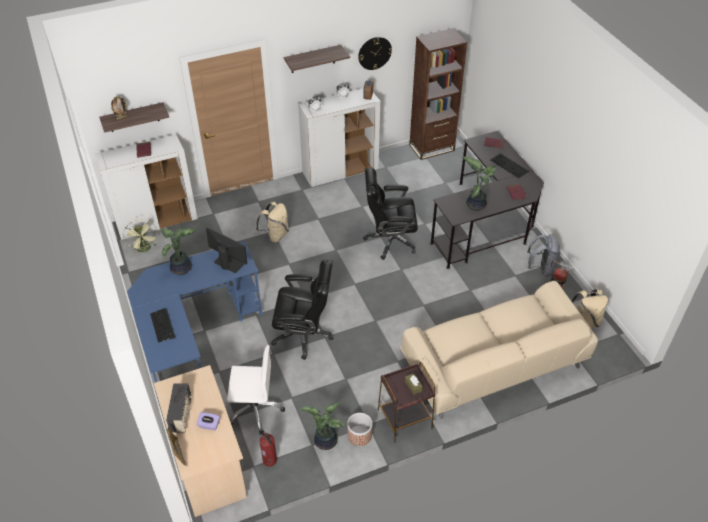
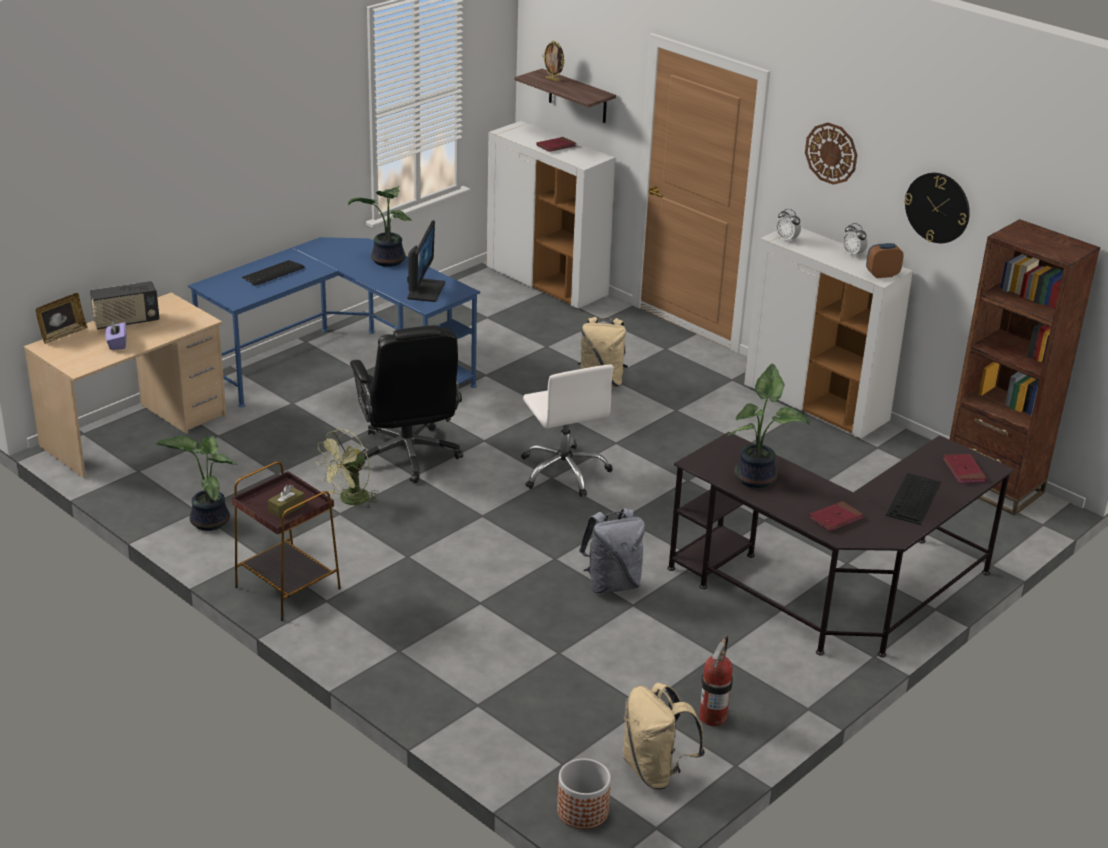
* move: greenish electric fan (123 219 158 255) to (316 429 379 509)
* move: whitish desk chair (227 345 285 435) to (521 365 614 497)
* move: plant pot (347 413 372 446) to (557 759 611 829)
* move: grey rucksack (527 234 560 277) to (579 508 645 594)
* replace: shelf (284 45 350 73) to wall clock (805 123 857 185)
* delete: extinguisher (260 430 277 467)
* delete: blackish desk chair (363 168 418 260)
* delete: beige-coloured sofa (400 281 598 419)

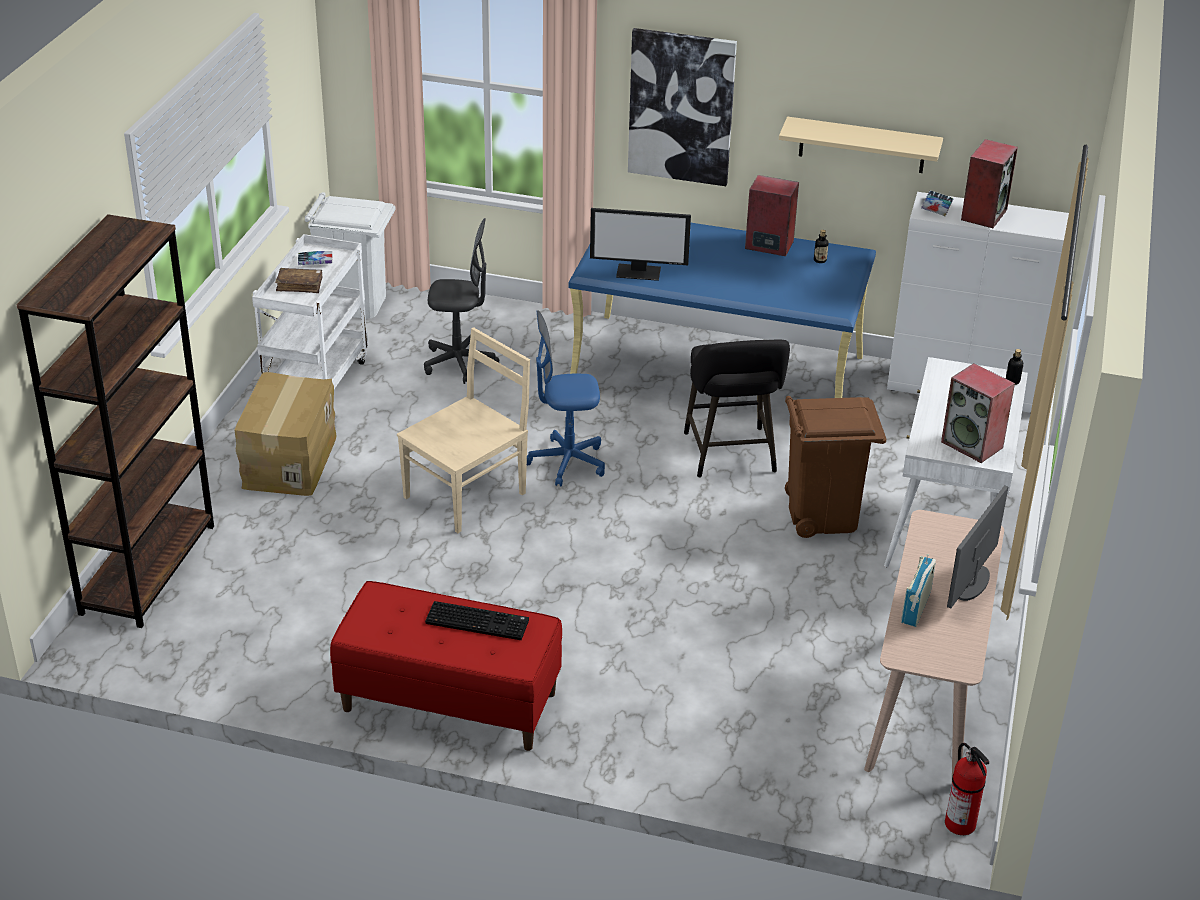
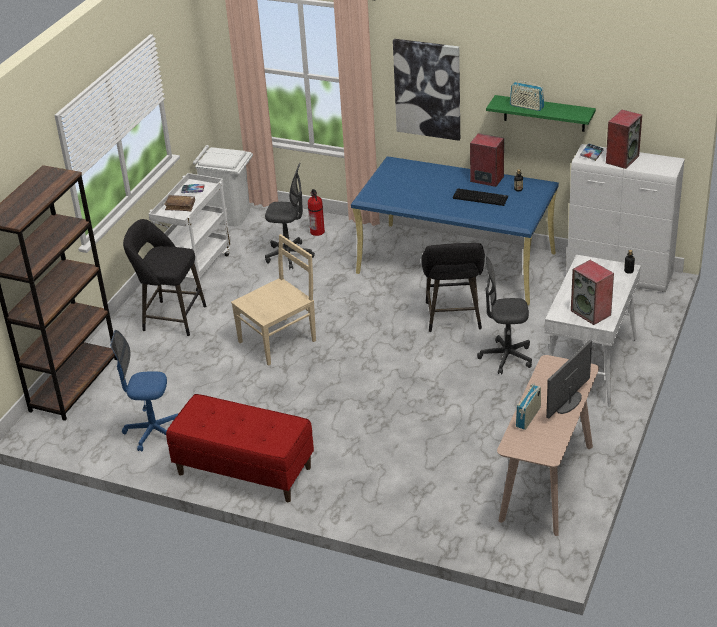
* move: blue-coloured desk chair (527 310 605 486) to (110 330 178 452)
* replace: packing box (235 372 337 496) to blackish sitting stool (123 219 206 336)
* move: extinguisher (945 743 989 835) to (308 189 325 236)
* move: keyboard (425 601 529 640) to (453 188 508 206)
* replace: brownish rubbish bin (785 396 886 538) to grey desk chair (477 257 532 374)
* recolor: beige-coloured shelf (779 116 943 173) to greenish shelf (486 95 596 132)
* insert: radio (510 79 544 111)
* delete: computer screen (590 208 691 281)

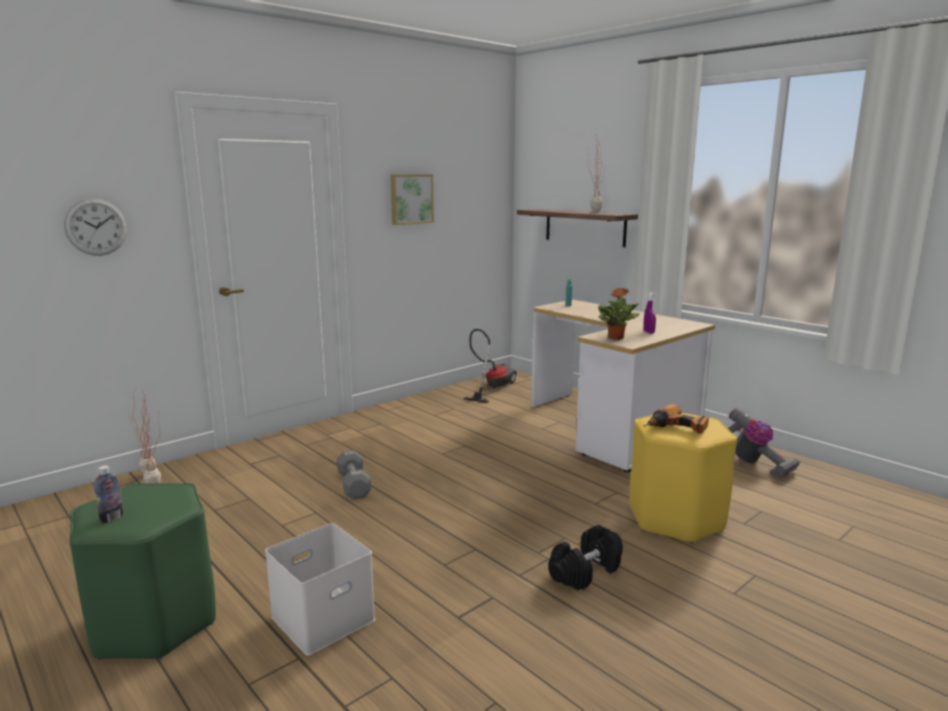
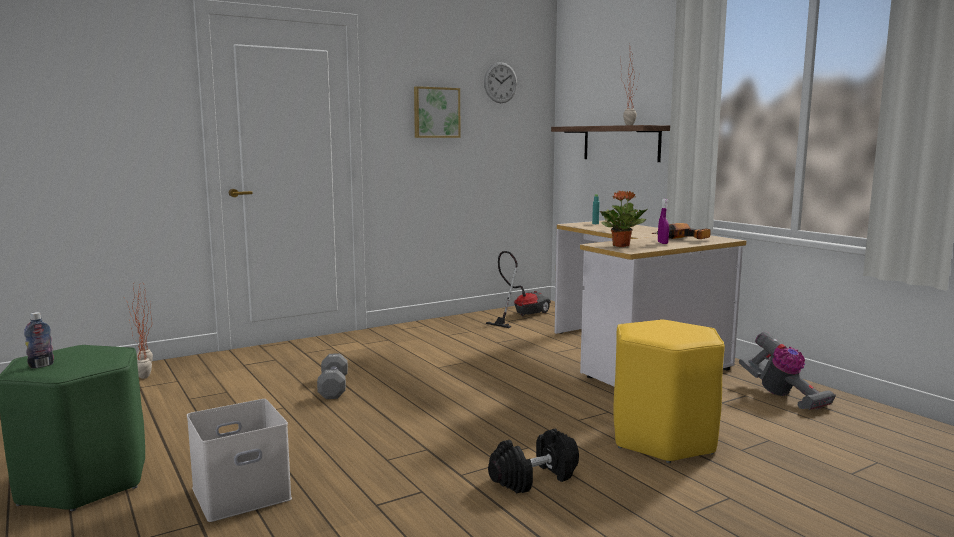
* move: wall clock (64 198 127 256) to (484 62 517 103)
* move: power drill (643 404 709 434) to (652 223 711 239)

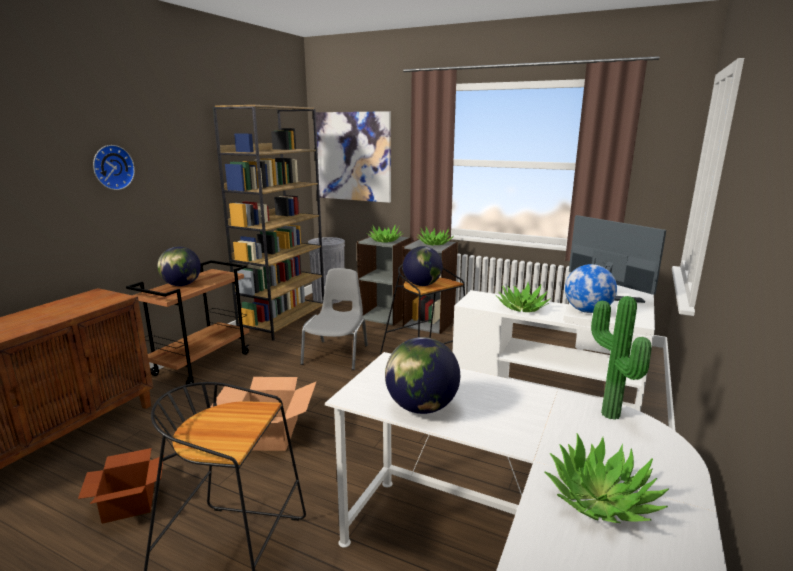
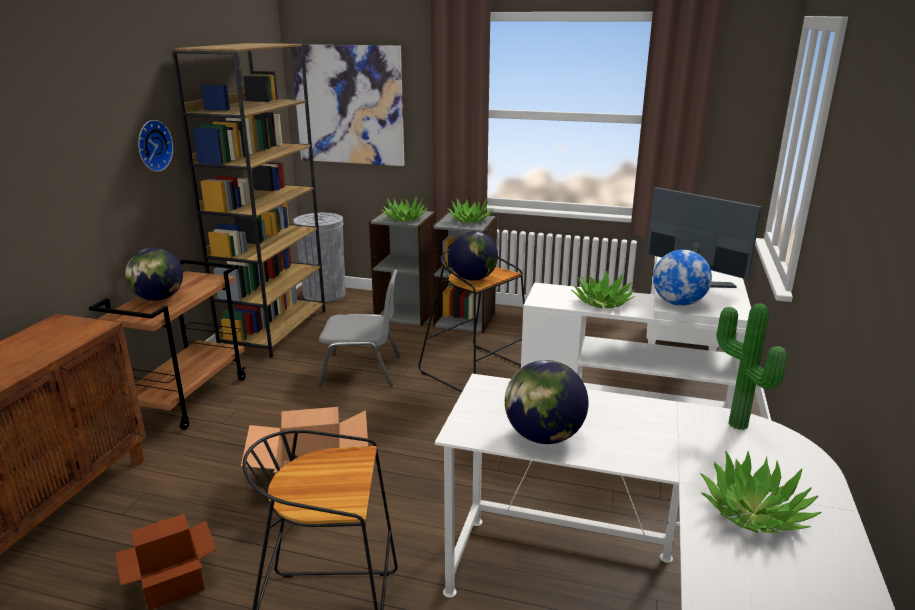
* move: wall clock (93 145 135 190) to (138 120 173 172)
* rotate: grey plain chair (300 268 368 370) = (318 269 400 386) 90 degrees clockwise

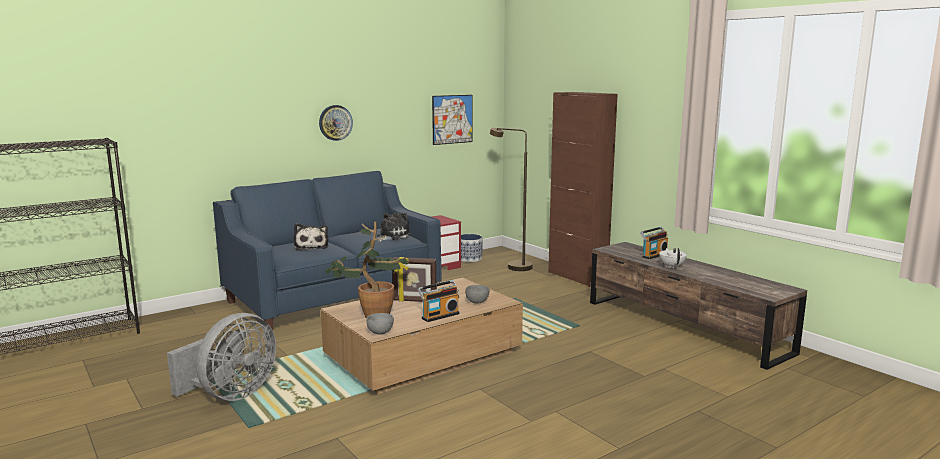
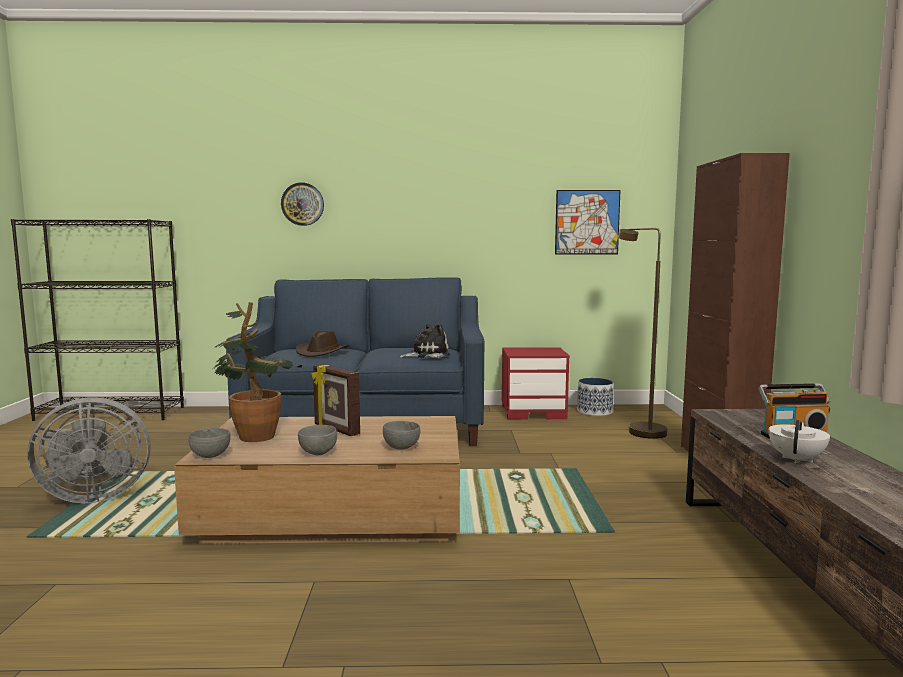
* move: wall clock (319 105 353 141) to (281 182 324 226)
* replace: cuddly toy (294 223 329 251) to brownish wearable hat (296 331 350 357)
* replace: radio (418 280 460 322) to grey bowl (298 425 337 455)

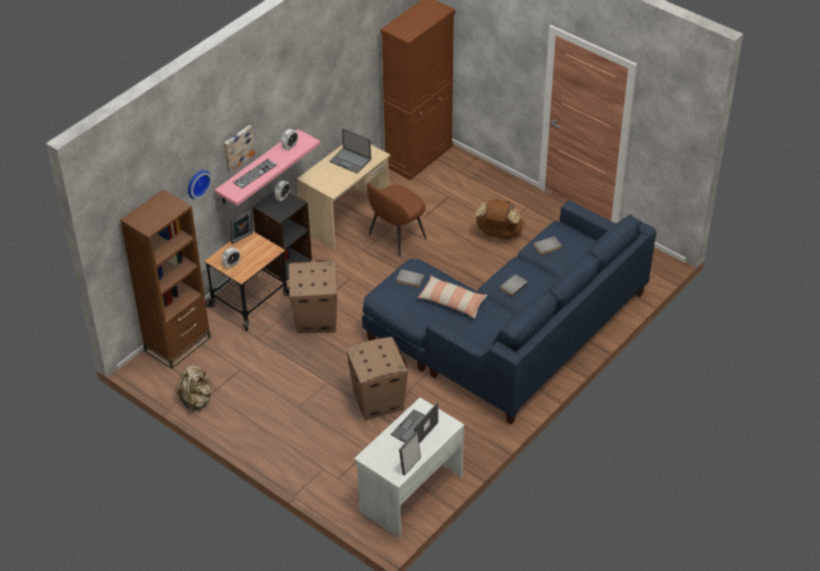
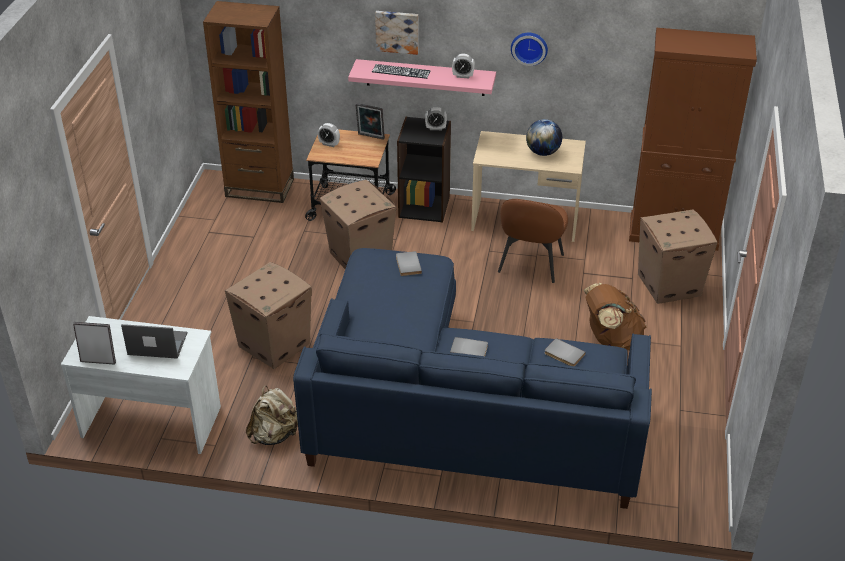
* move: beige-coloured rucksack (175 366 211 412) to (246 385 298 445)
* rotate: brownish plain chair (367 182 426 256) = (498 199 568 283) 90 degrees counterclockwise
* move: wall clock (188 170 212 199) to (511 33 548 66)
* replace: laptop (329 128 371 173) to world globe (526 119 562 156)
* insert: packing box (638 209 717 304)
* delete: pillow (418 275 488 319)

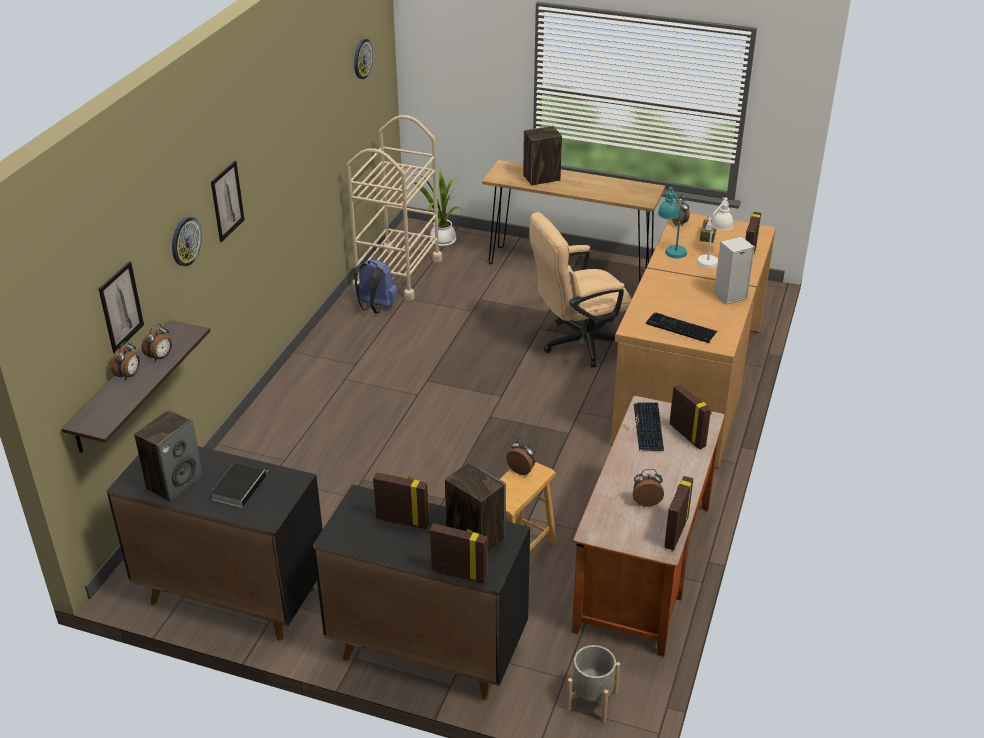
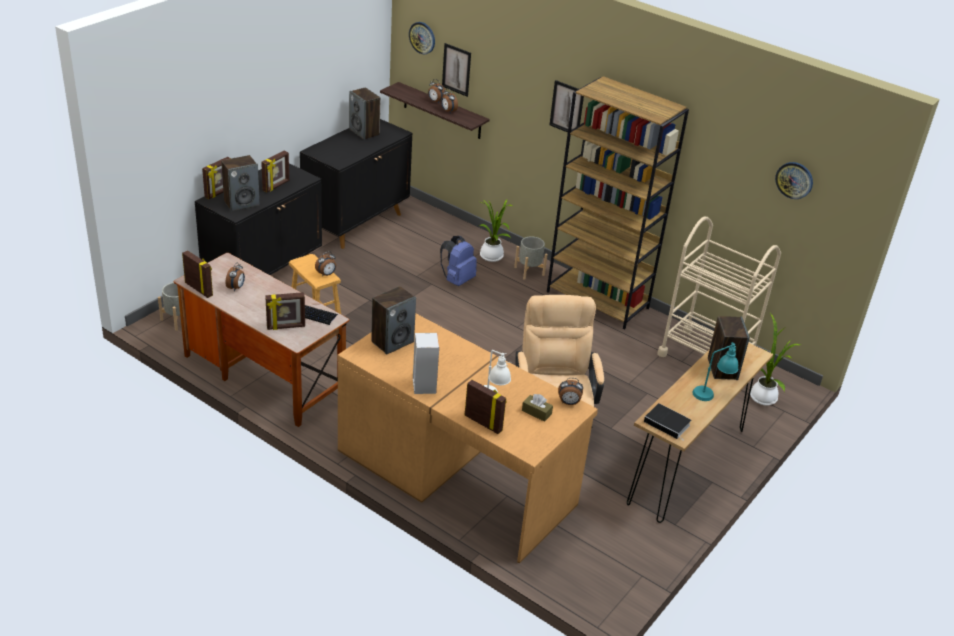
* replace: keyboard (646 312 718 343) to audio speaker (371 286 416 355)
* move: wall clock (172 217 202 267) to (409 22 435 54)
* move: blue-coloured rucksack (354 260 398 313) to (440 236 477 286)
* insert: potted plant (479 198 512 262)
* insert: grey plant pot (514 236 548 280)
* insert: brownish shelving unit (547 76 689 329)
* move: bound book (211 463 267 508) to (644 403 691 442)
* move: blue-green table lamp (658 187 687 259) to (693 342 738 401)

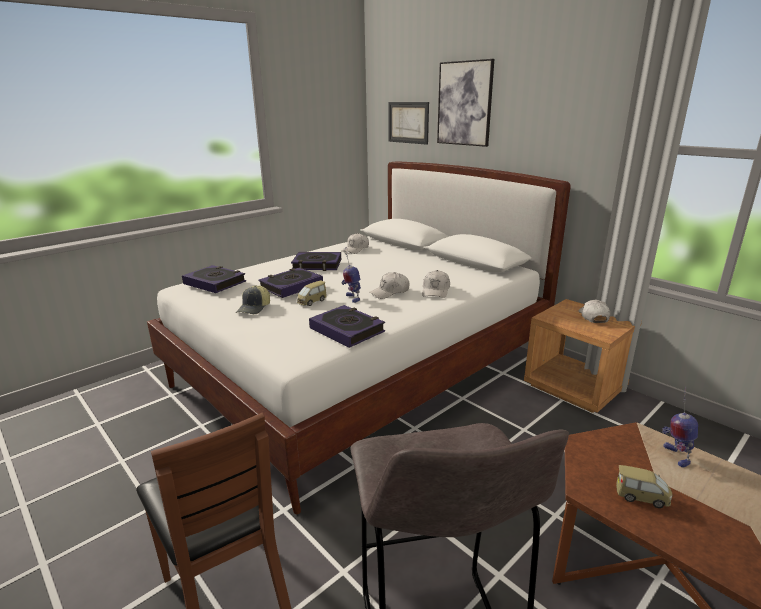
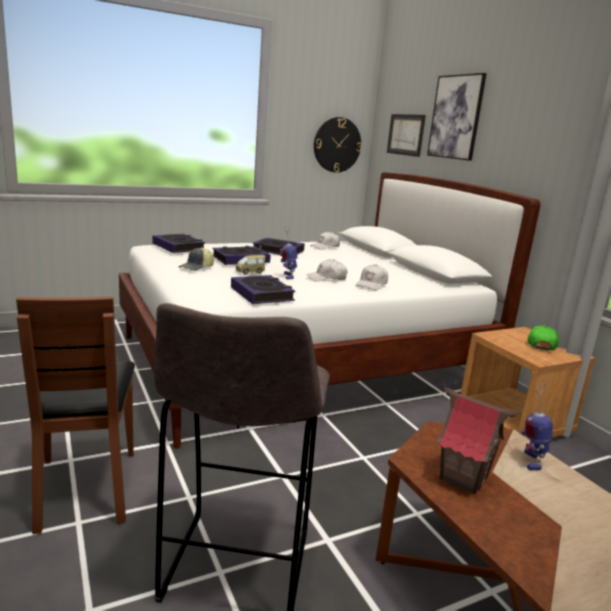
* insert: wall clock (314 117 362 173)
* replace: model car (616 465 673 508) to toy house (437 387 518 495)
* recolor: whitish peaked cap (579 300 610 323) to greenish peaked cap (527 326 559 351)

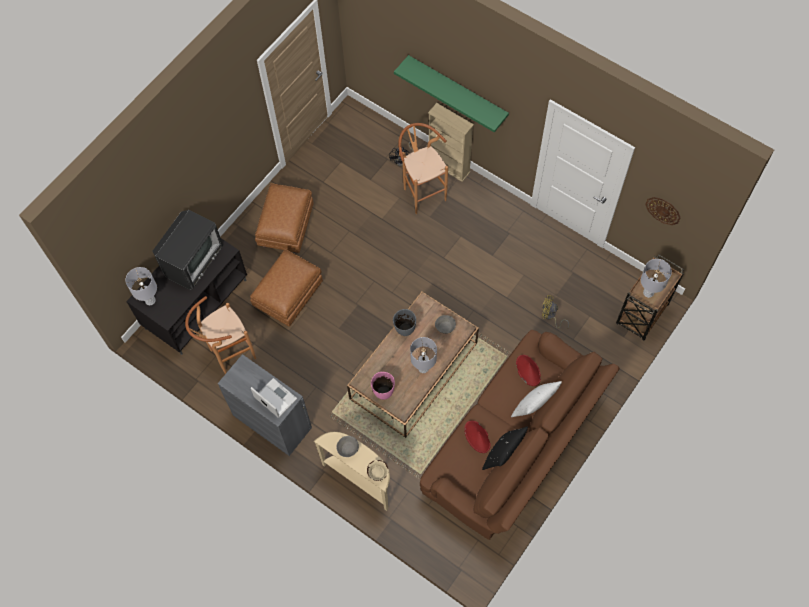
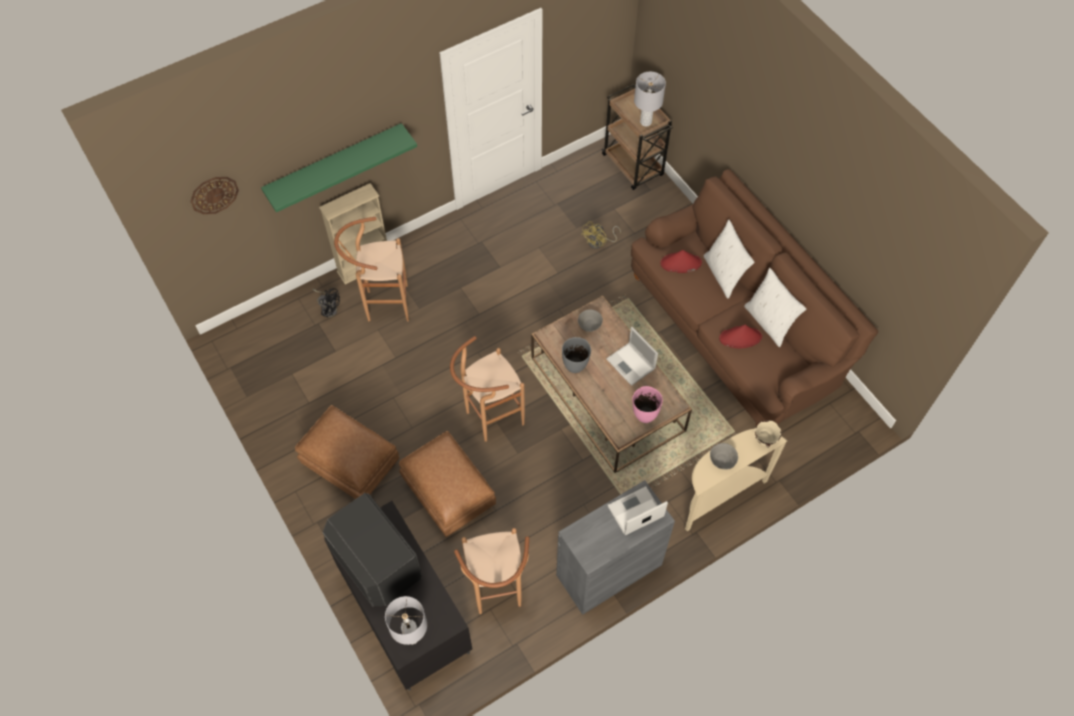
* move: wall clock (645 197 681 225) to (190 177 239 214)
* insert: brownish sitting stool (450 336 525 442)
* replace: grey table lamp (410 337 437 373) to laptop (606 327 658 386)
* recolor: blackish pillow (482 426 528 470) to whitish pillow (744 268 806 347)

